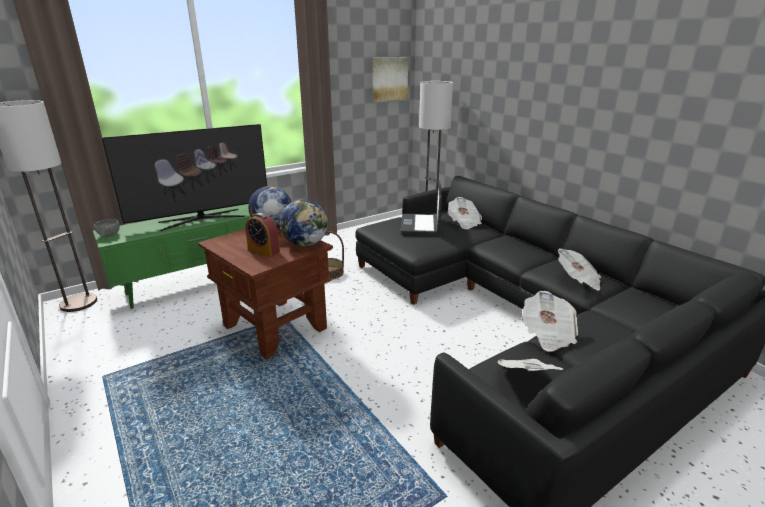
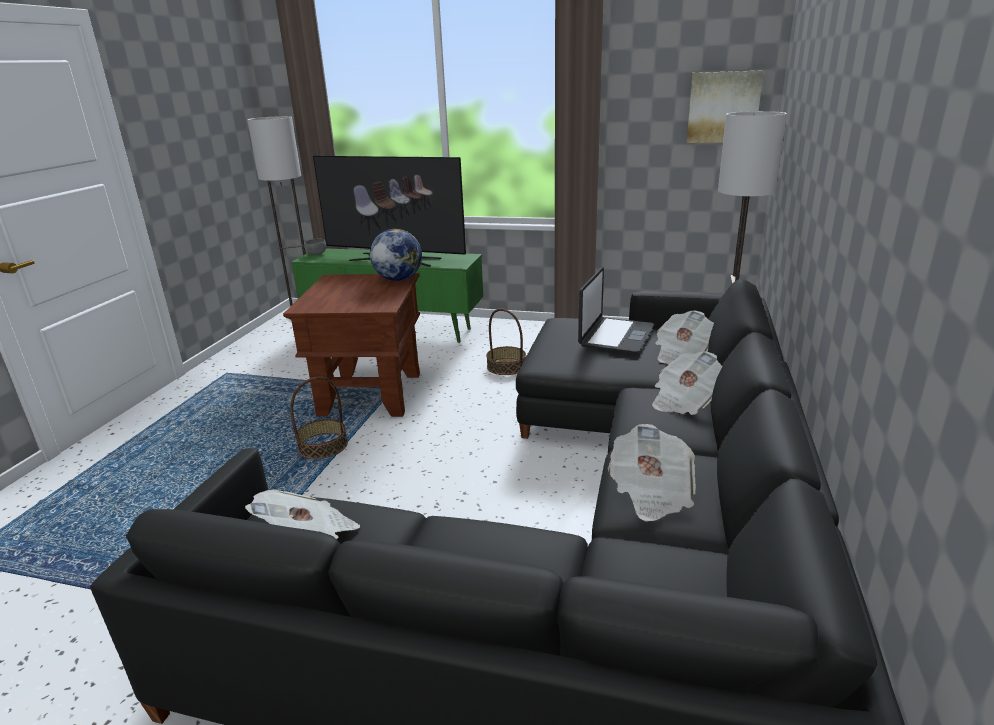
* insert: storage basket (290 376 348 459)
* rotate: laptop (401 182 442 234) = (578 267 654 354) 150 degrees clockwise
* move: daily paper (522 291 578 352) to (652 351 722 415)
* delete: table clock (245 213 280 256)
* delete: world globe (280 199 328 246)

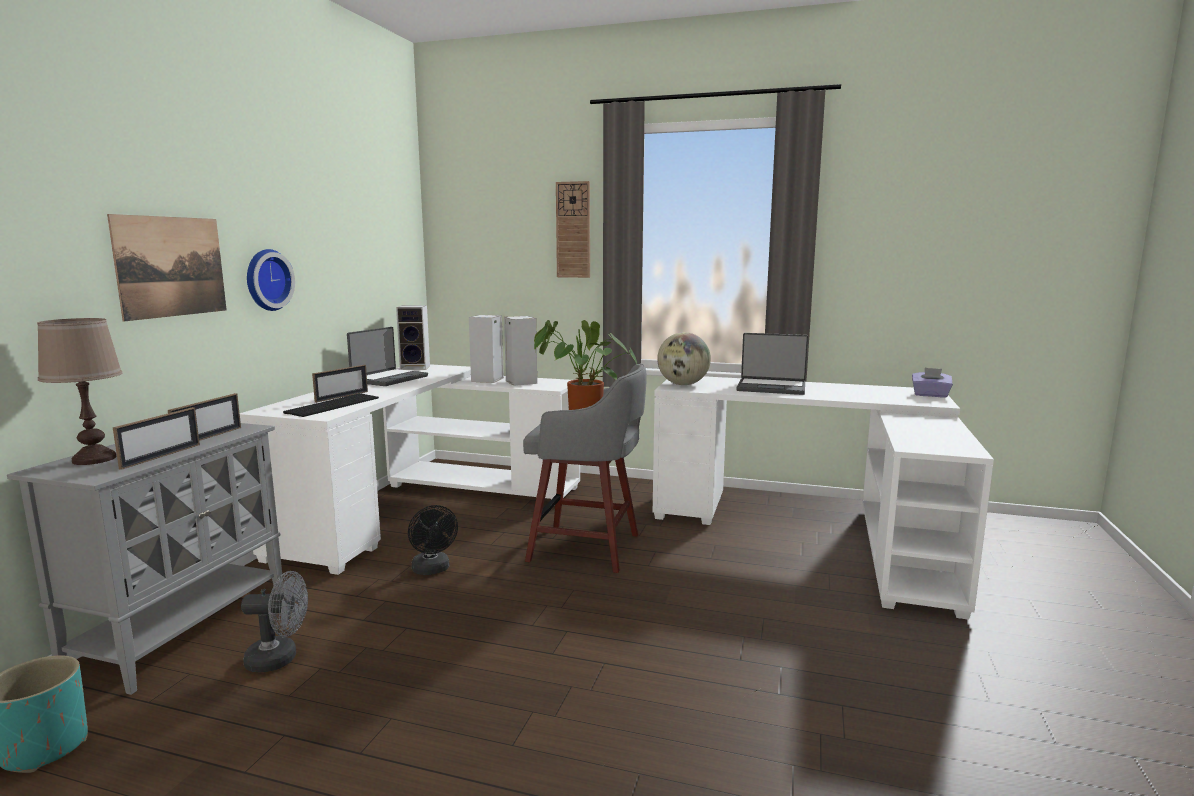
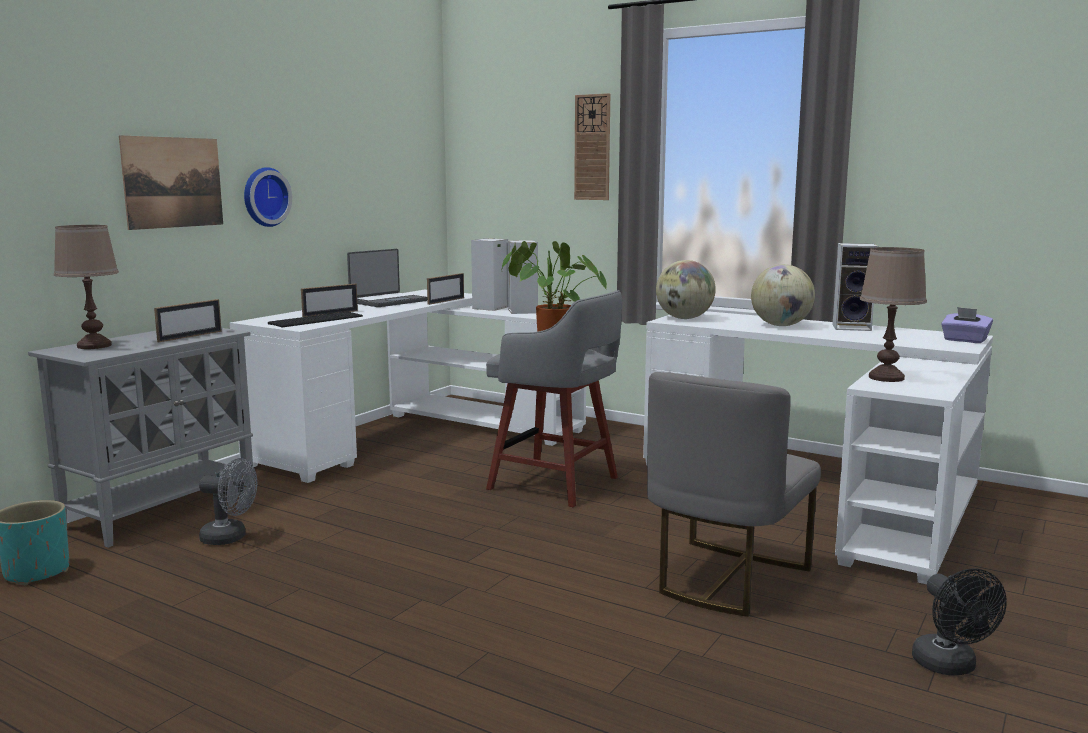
* move: photo frame (113 407 200 470) to (427 273 464 305)
* insert: grey plain chair (647 372 821 617)
* replace: laptop (736 333 808 395) to world globe (751 264 815 326)
* move: audio speaker (396 305 430 370) to (833 243 878 331)
* insert: brownish table lamp (860 247 927 382)
* move: blackish electric fan (408 505 458 575) to (912 569 1007 676)

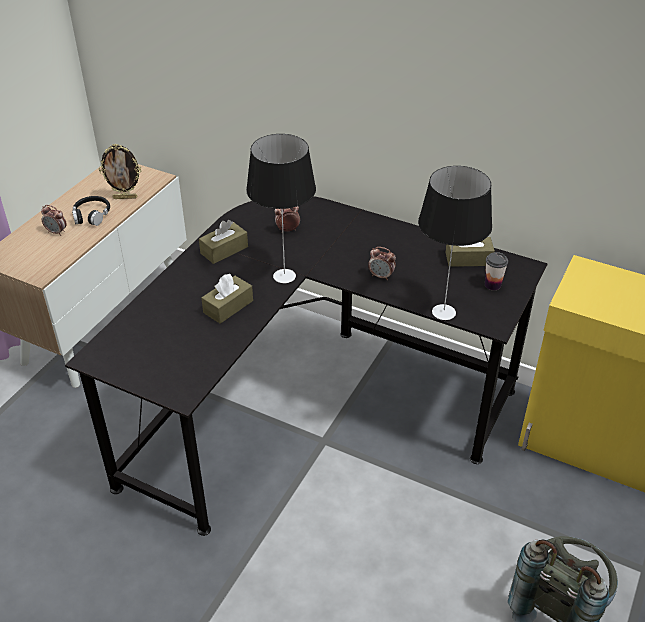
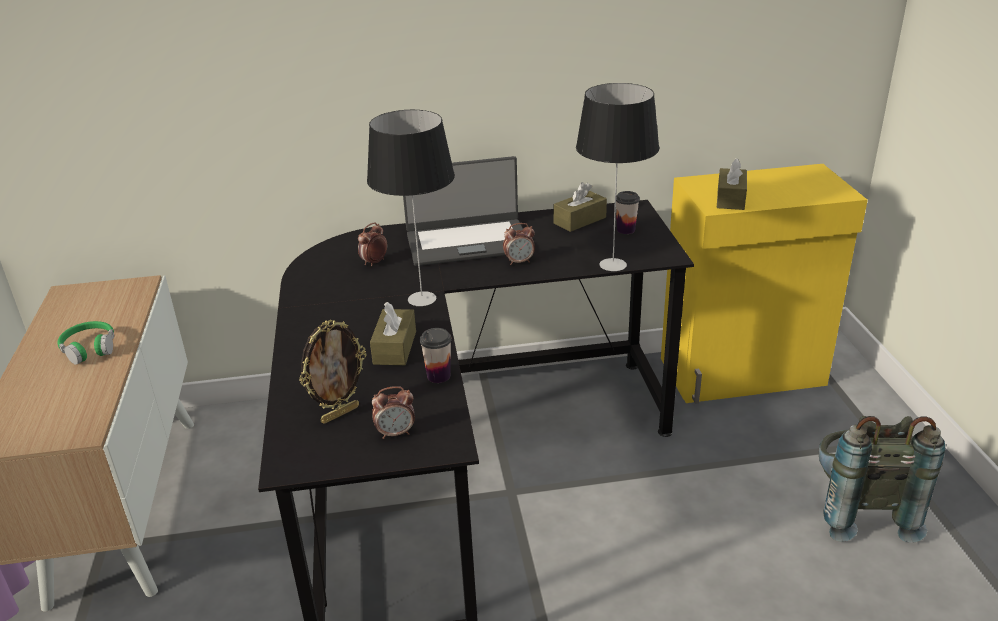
* recolor: blackish pair of headphones (72 196 110 226) to greenish pair of headphones (57 321 114 365)
* move: photo frame (99 144 141 199) to (299 320 366 424)
* move: table clock (41 205 67 236) to (372 386 415 439)
* insert: laptop (403 156 523 266)
* insert: drinking cup (420 328 452 383)
* move: brownish box of tissues (199 220 248 264) to (717 158 747 210)

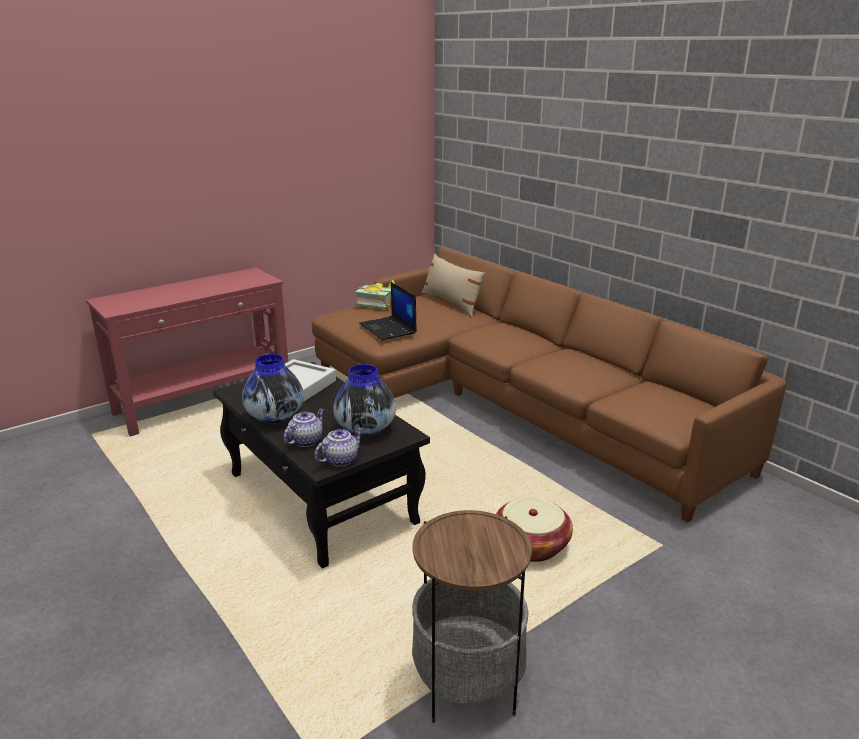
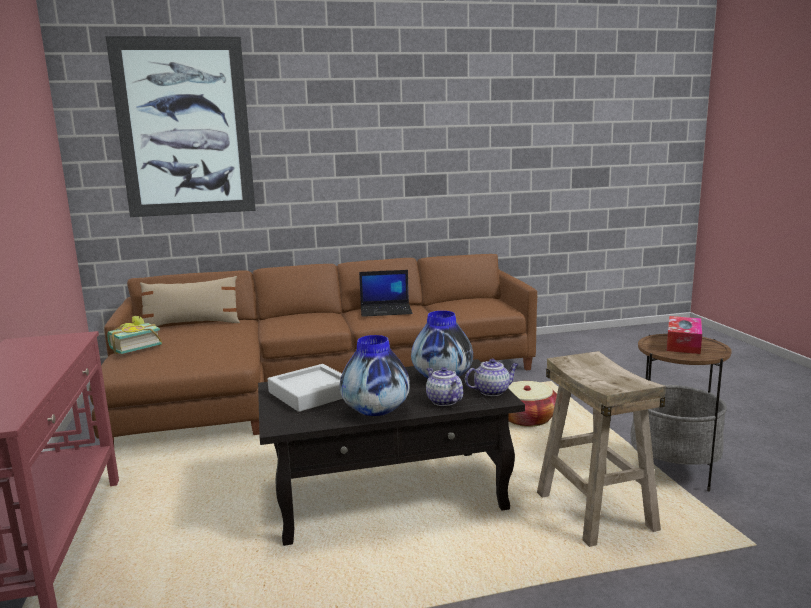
* insert: wall picture (106 36 256 217)
* move: laptop (359 282 417 340) to (359 270 412 317)
* rotate: tea pot (315 427 364 467) = (465 359 519 396) 90 degrees clockwise
* insert: beige-coloured sitting stool (537 351 666 547)
* insert: box of tissues (667 316 702 354)

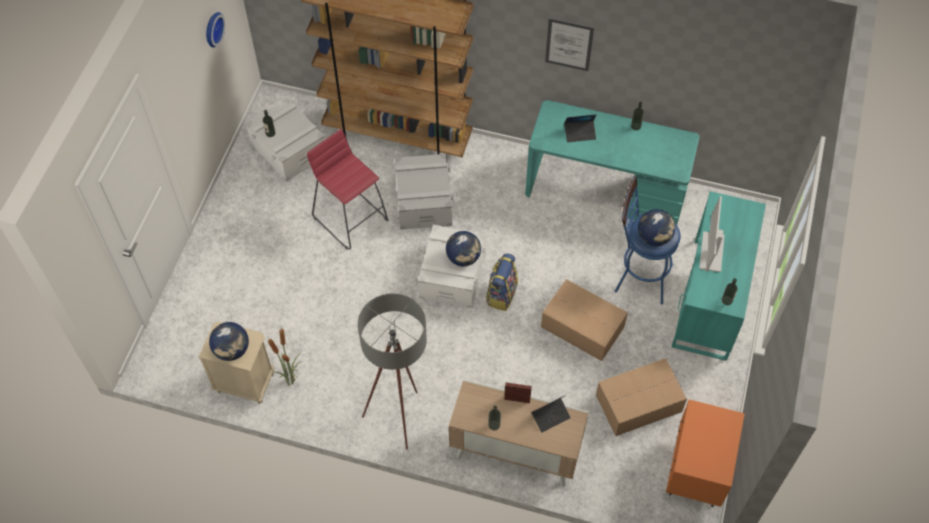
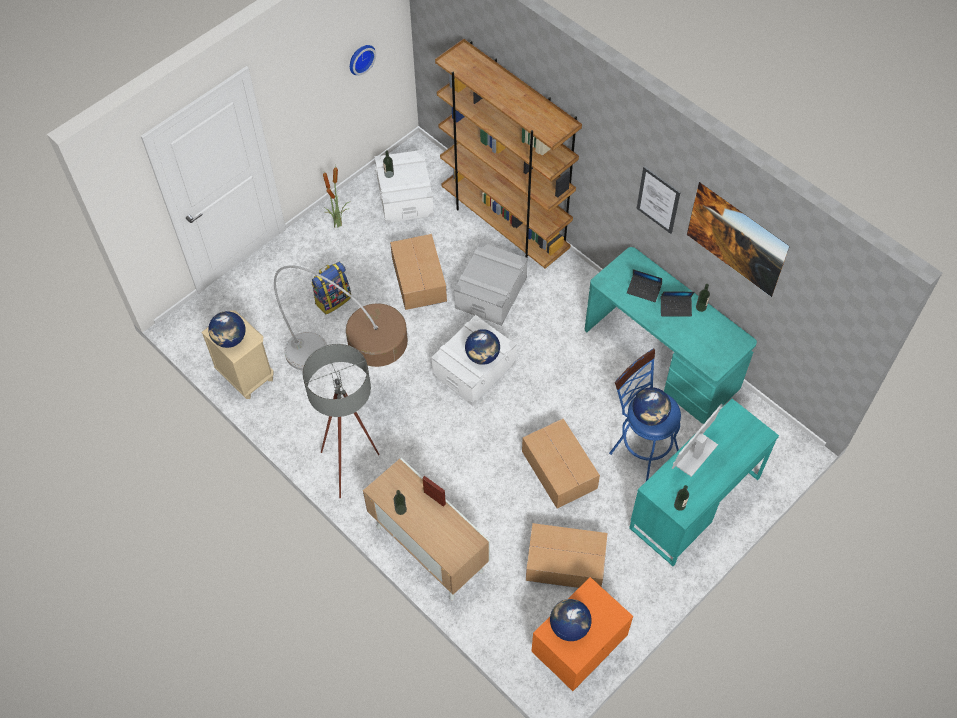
* insert: standing lamp (274 265 408 370)
* move: rucksack (486 253 518 311) to (311 262 351 315)
* move: potted plant (268 328 302 386) to (323 168 351 227)
* replace: reddish sitting stool (307 129 388 250) to packing box (390 234 447 310)
* insert: world globe (550 599 592 641)
* move: laptop (531 395 571 433) to (661 291 695 317)
* insert: wall picture (687 182 790 297)

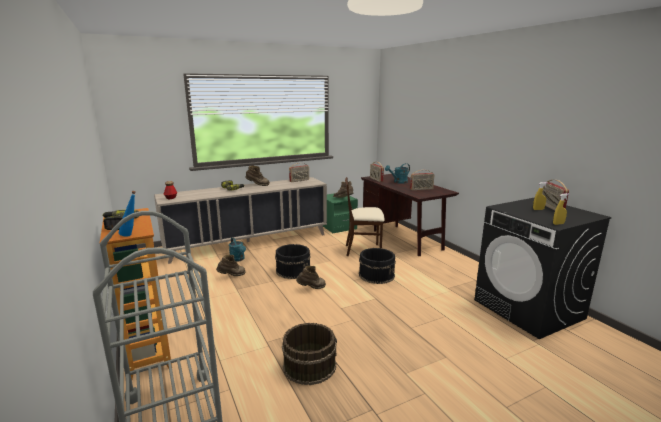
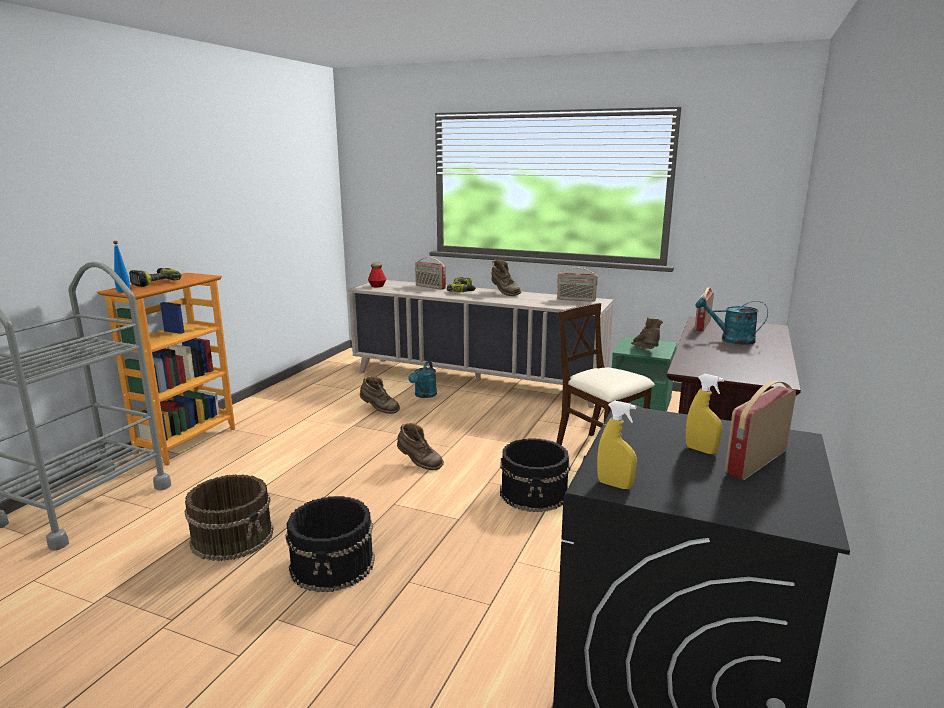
* move: blackish water bucket (275 244 311 279) to (286 496 375 592)
* move: radio (410 170 434 190) to (415 257 446 290)

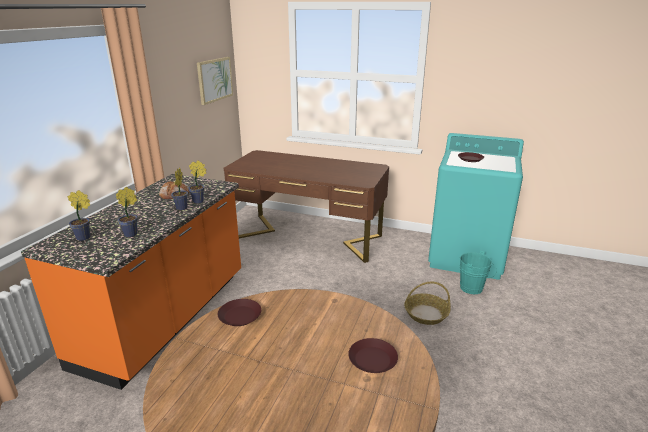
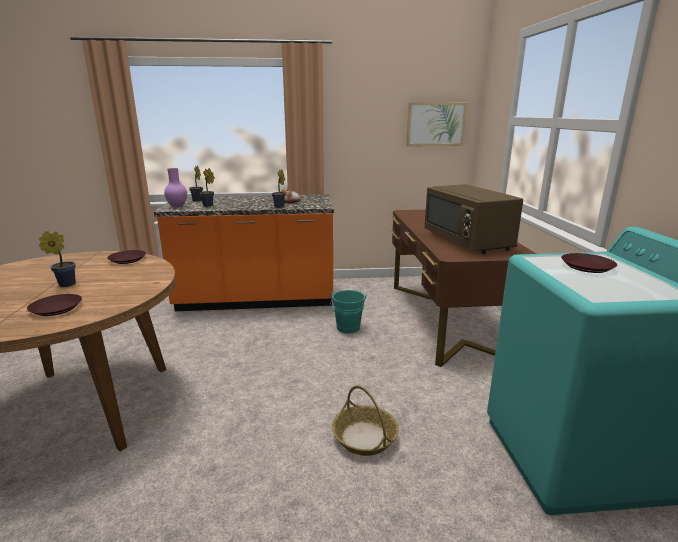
* move: potted plant (171 168 188 210) to (39 231 76 287)
* insert: purple flower vase (164 168 187 208)
* move: blue-green water bucket (460 251 497 294) to (330 290 366 334)
* insert: brownish microwave (424 184 523 254)

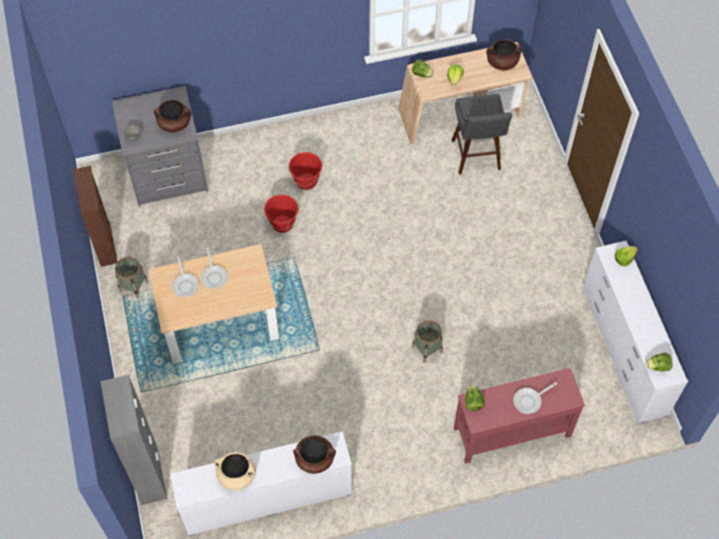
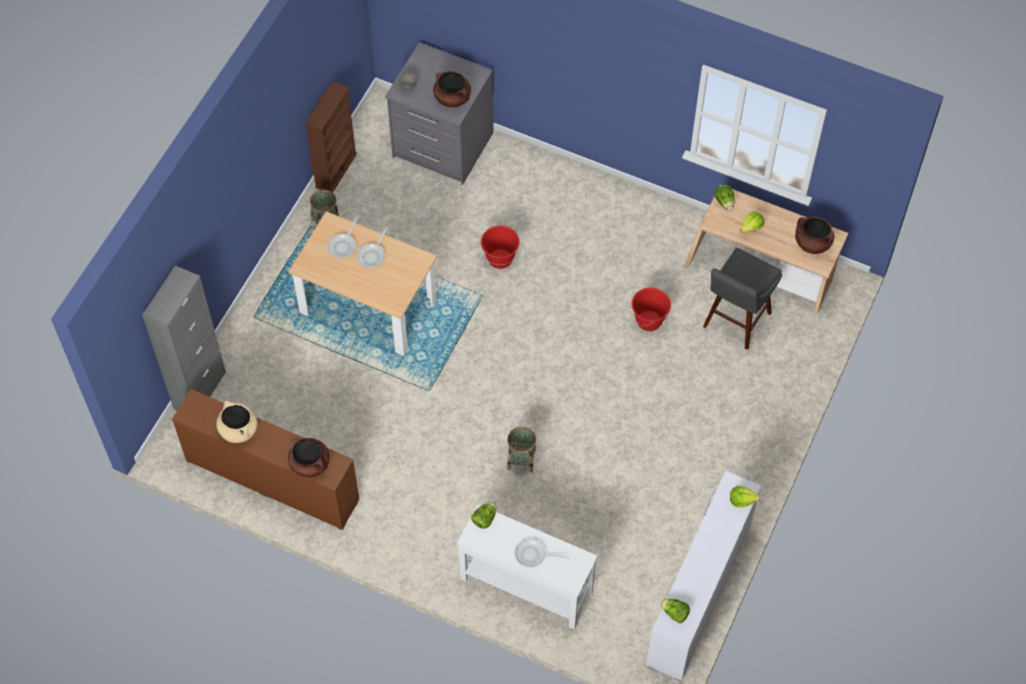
* recolor: whitish dresser (170 431 352 536) to brownish dresser (172 389 359 530)
* recolor: reddish console table (454 368 585 464) to whitish console table (457 504 597 630)
* move: reddish water bucket (289 152 322 190) to (632 287 671 331)

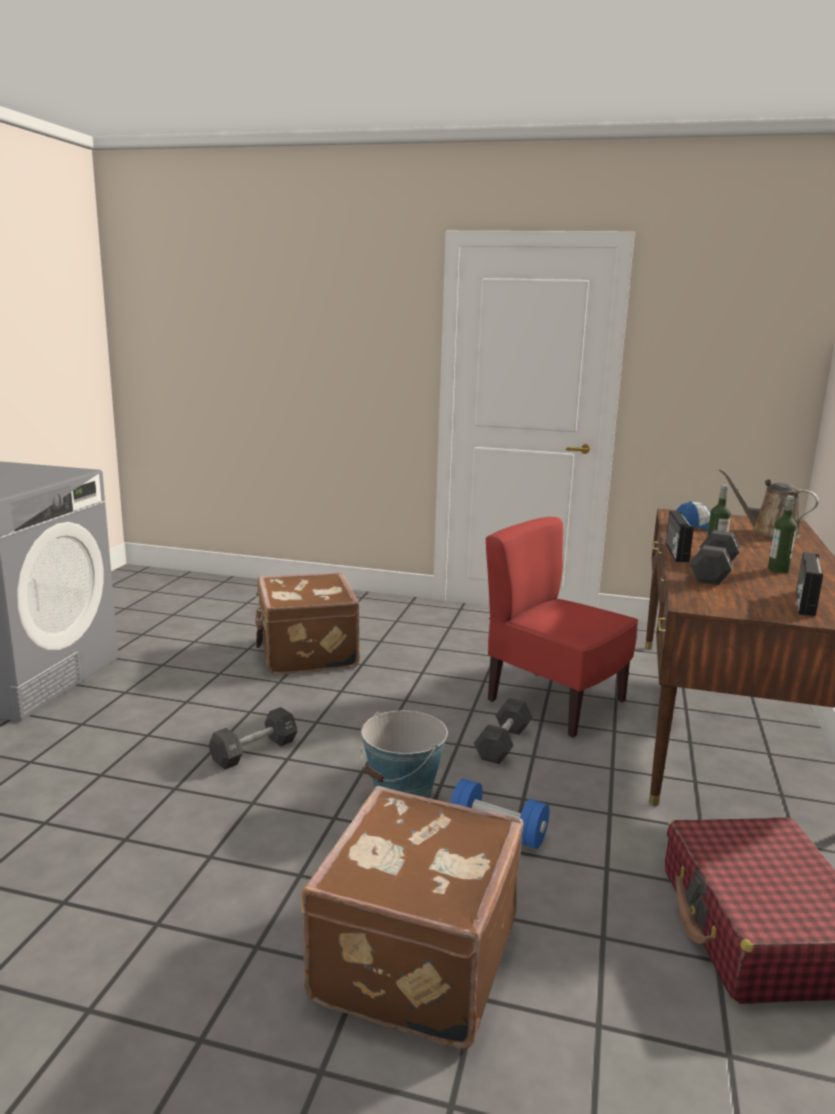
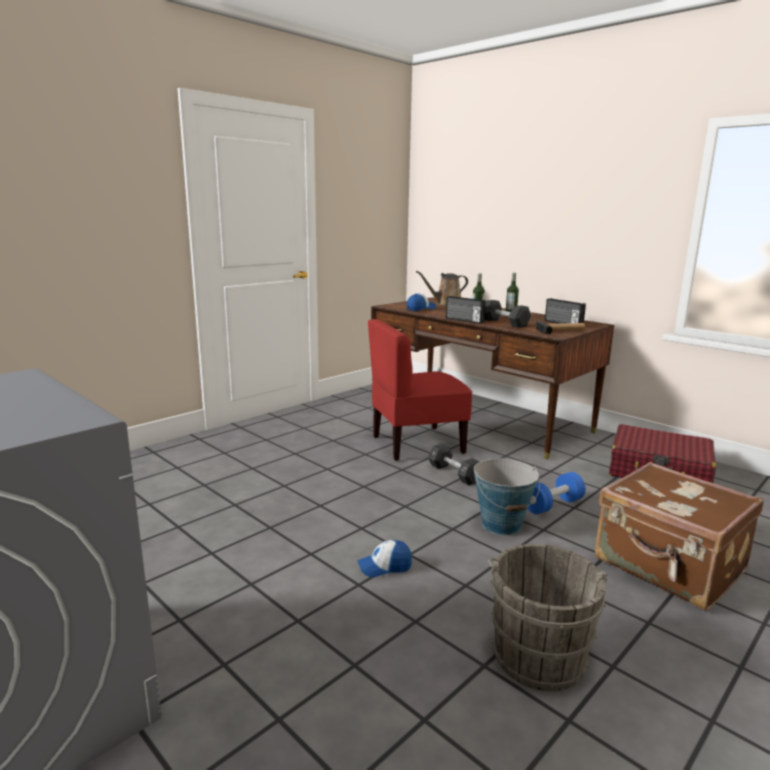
* replace: blackish free weight (209 707 297 770) to peaked cap (357 540 412 578)
* insert: grey water bucket (488 544 608 691)
* insert: hammer (536 320 585 334)
* delete: brownish suitcase (255 572 360 675)

